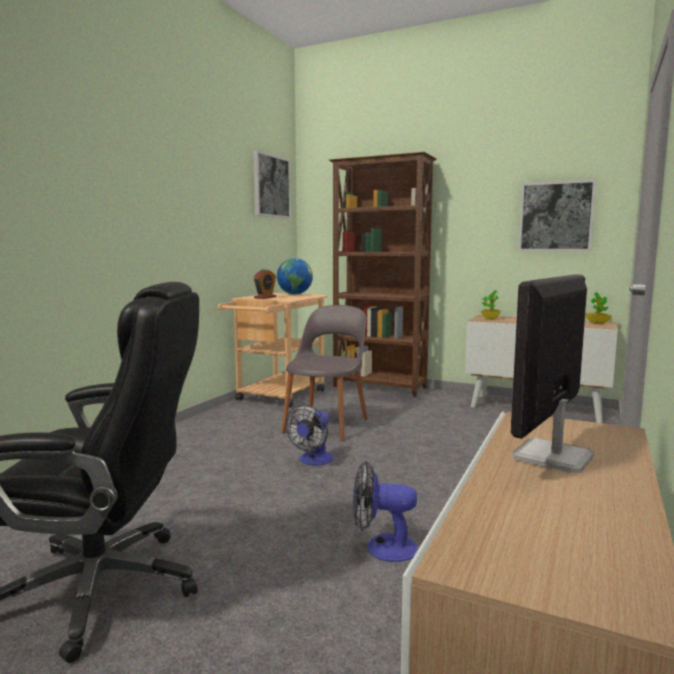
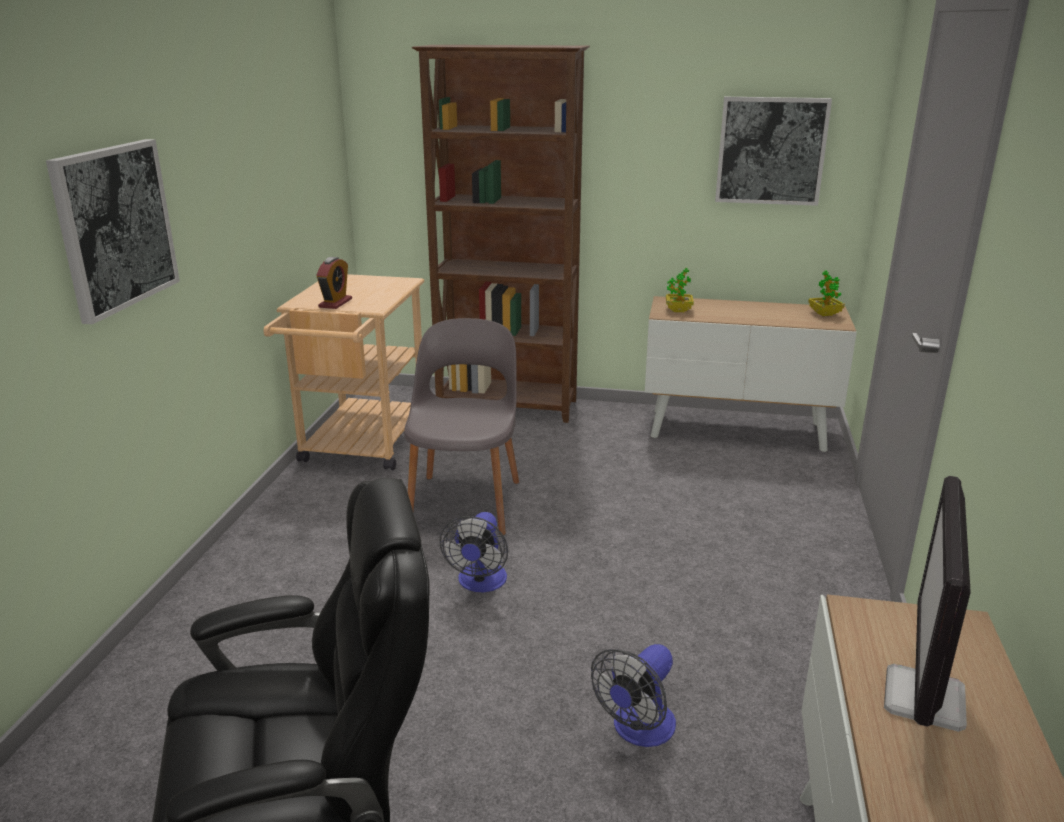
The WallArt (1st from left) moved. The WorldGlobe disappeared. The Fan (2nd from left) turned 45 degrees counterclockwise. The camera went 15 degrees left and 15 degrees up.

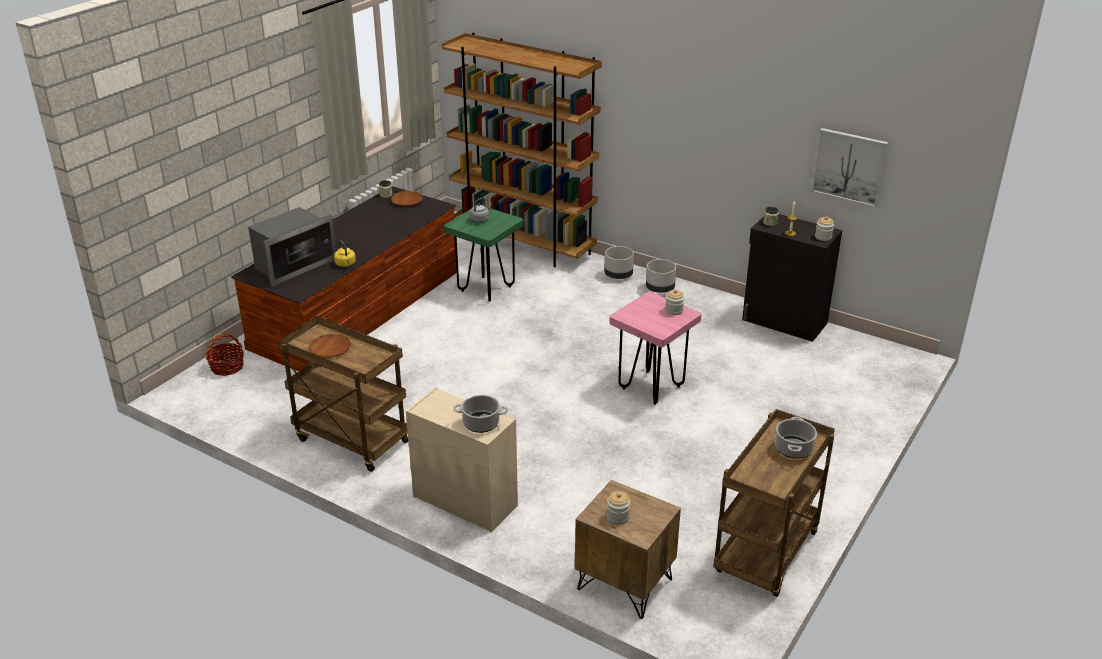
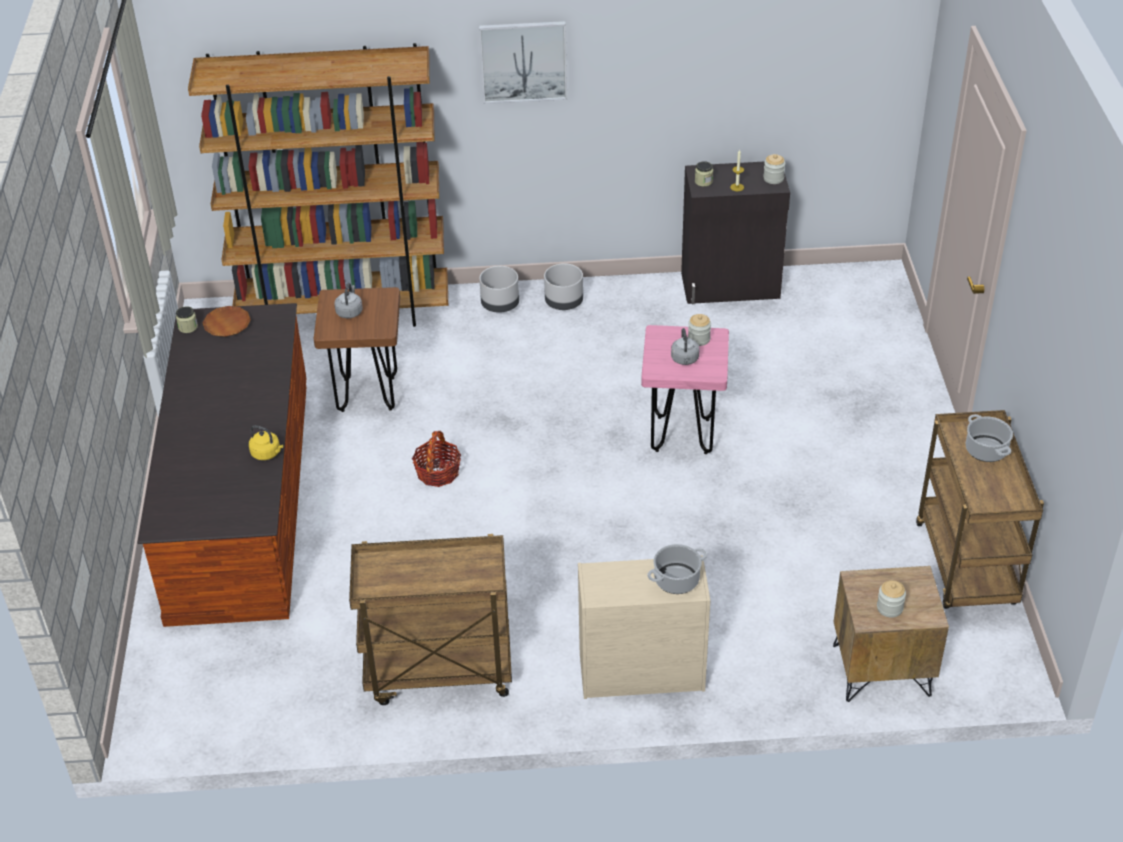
The Basket moved. The KitchenMicrowave disappeared. The BrownColouredPlate (1st from left) disappeared. The GreenStoolSeat became the BrownColouredStoolSeat. The WallArt moved. The GrayWaterKettle (2nd from left) appeared. The camera went 35 degrees left and 10 degrees up.

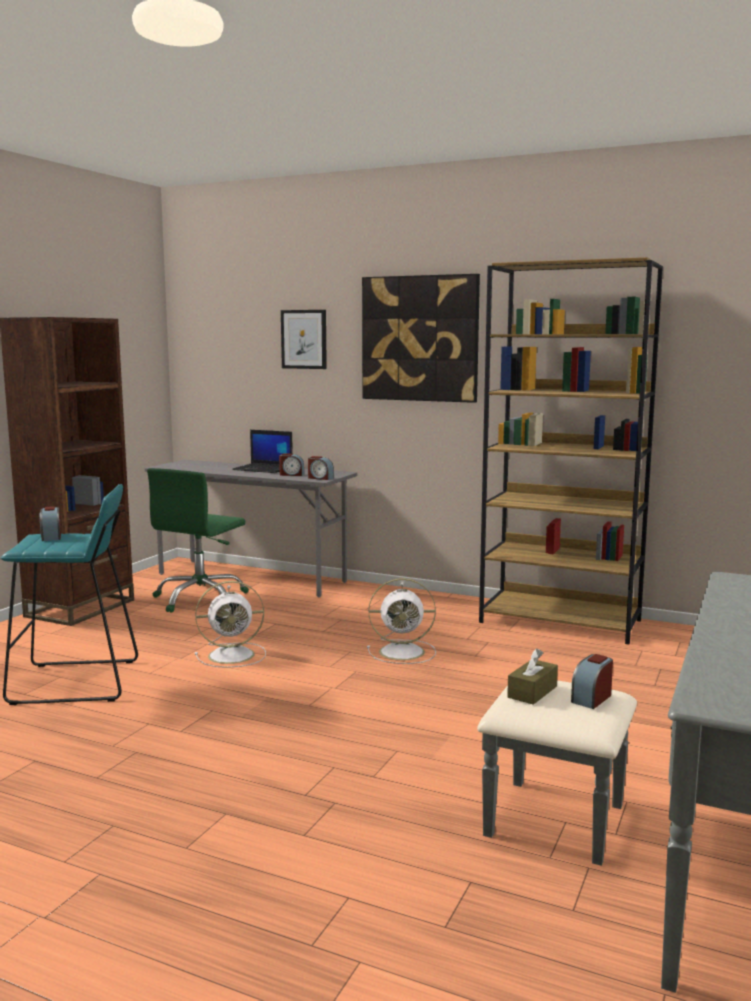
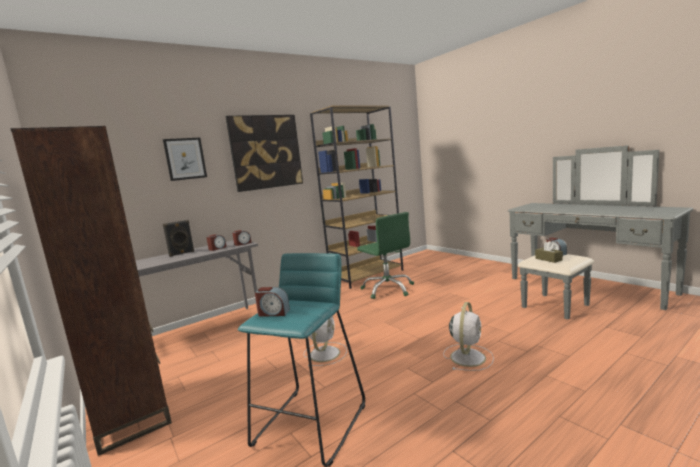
The GreenDeskChair moved. The PortableComputer was replaced by the BlackishLoudspeaker. The WhiteColouredFan (2nd from left) moved. The camera went 60 degrees left and 0 degrees up.

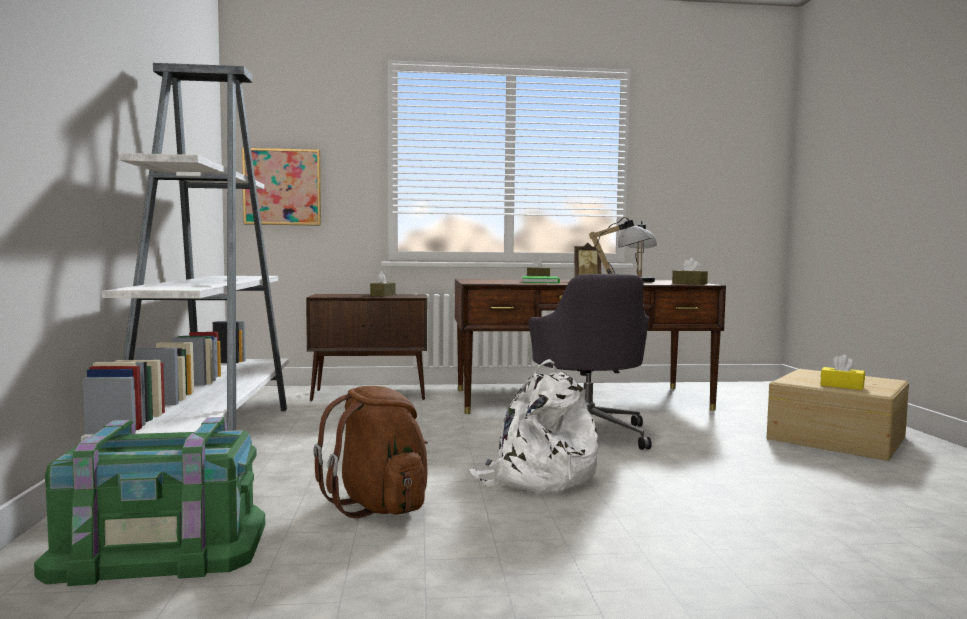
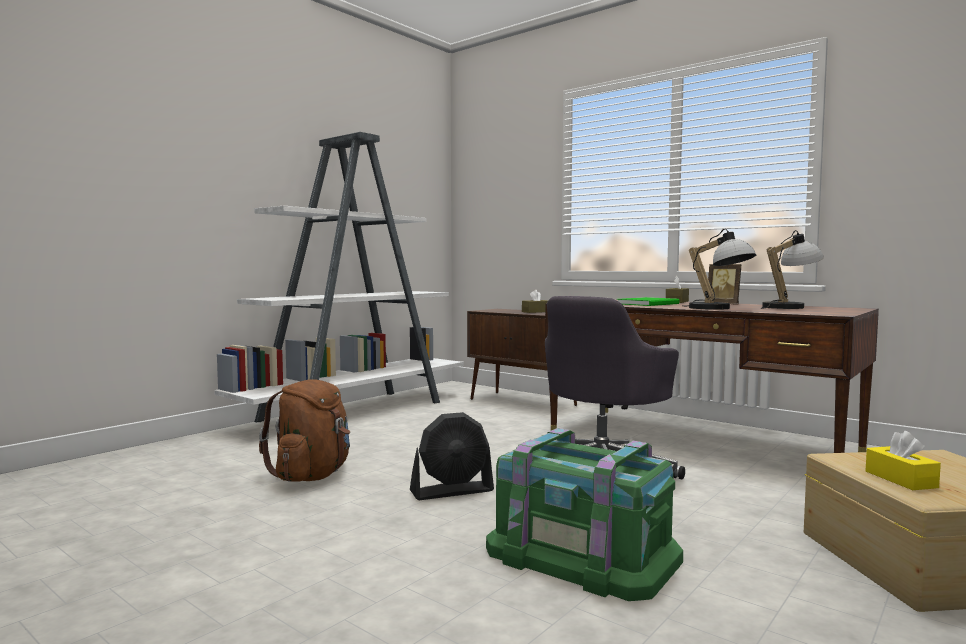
The GreenStorageContainer moved. The WallArt disappeared. The WhiteColouredBackpack was replaced by the BlackishFan. The BrownColouredTissueBox (3rd from left) disappeared. The camera went 45 degrees right and 0 degrees up.

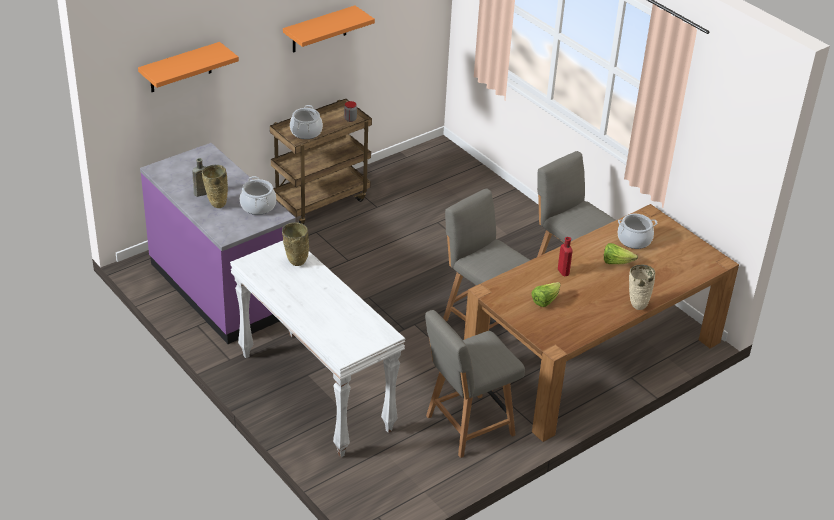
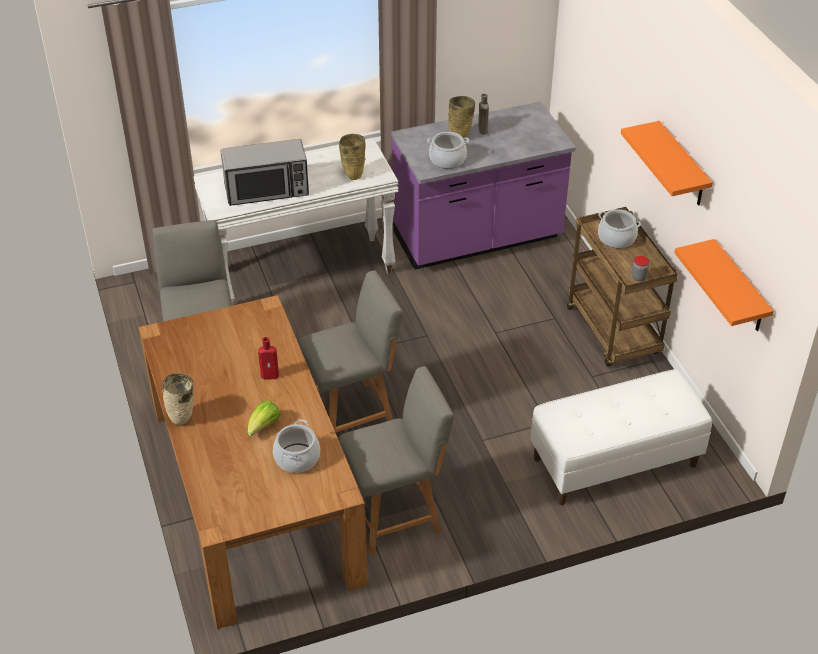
The OrangeShelf (1st from left in the first image) moved. The LettuceHead (1st from left) disappeared. The KitchenMicrowave appeared. The WhiteColouredIndoorBench appeared. The camera went 110 degrees right and 5 degrees up.

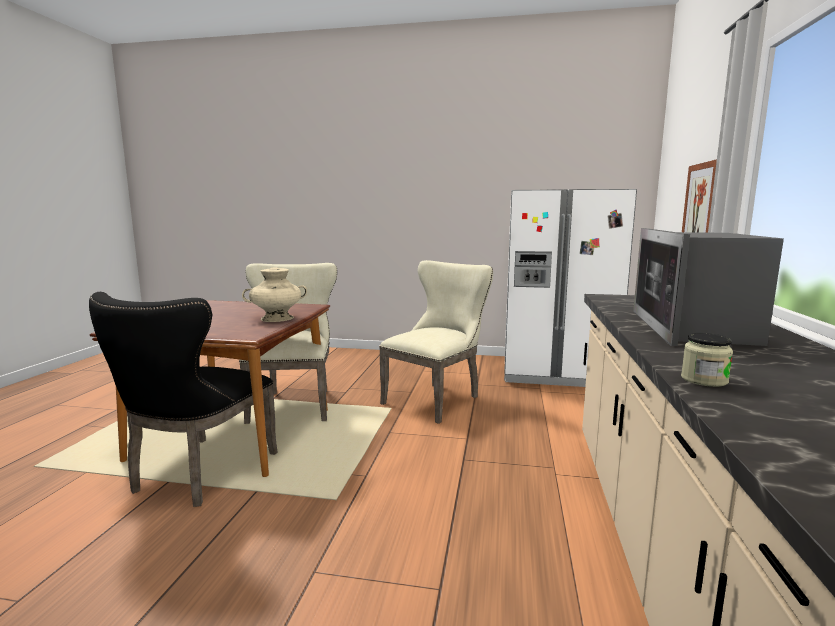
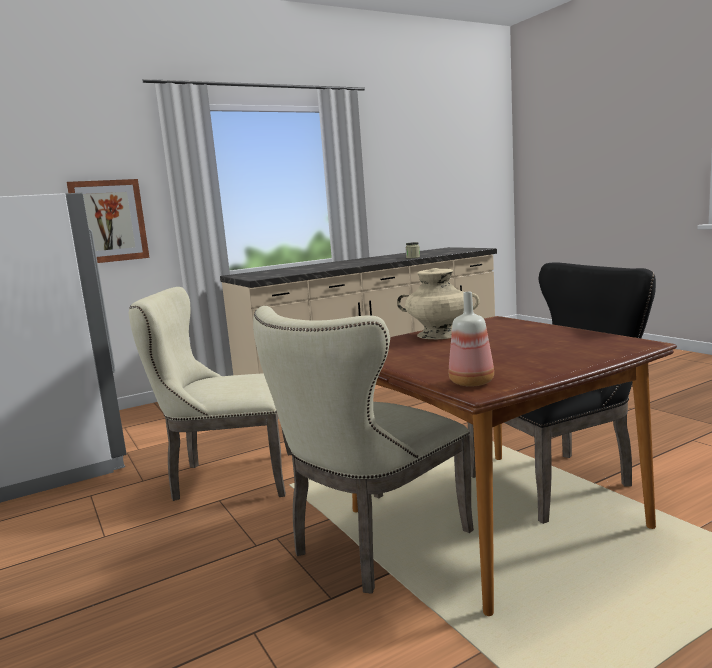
The KitchenMicrowave disappeared. The Bottle appeared. The camera went 130 degrees left and 0 degrees up.

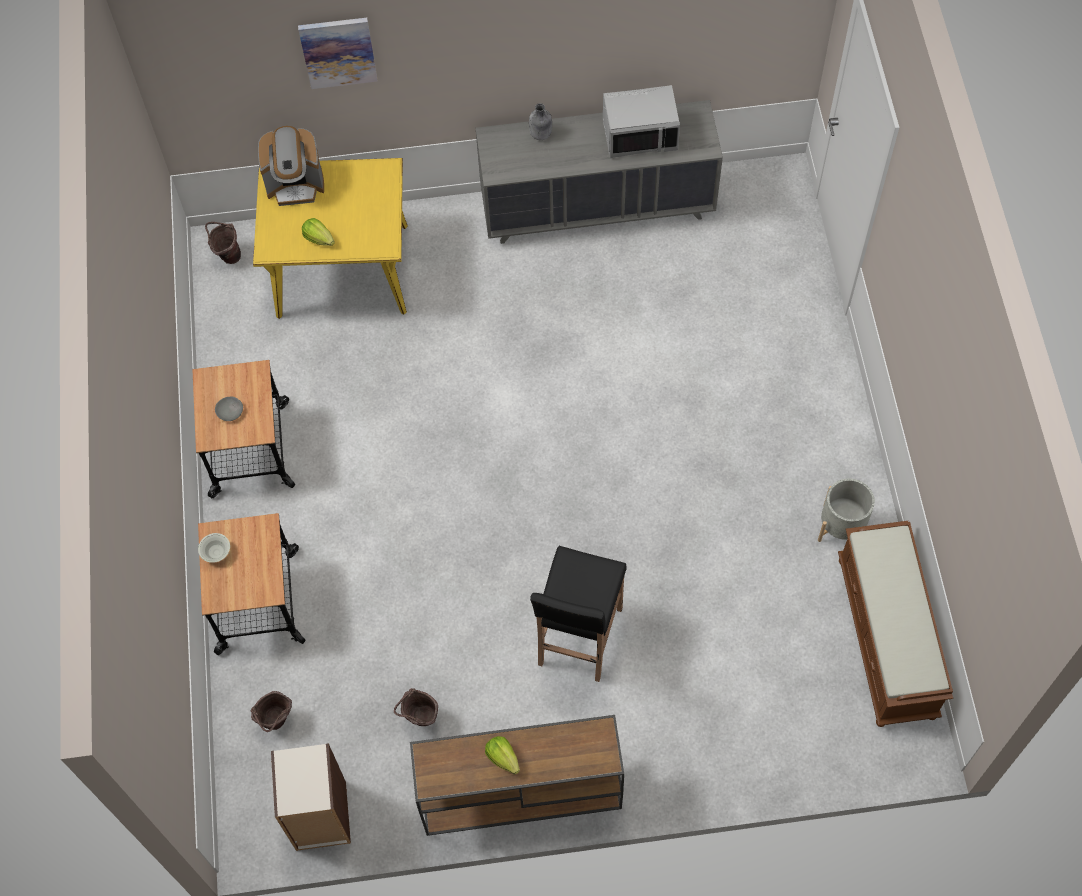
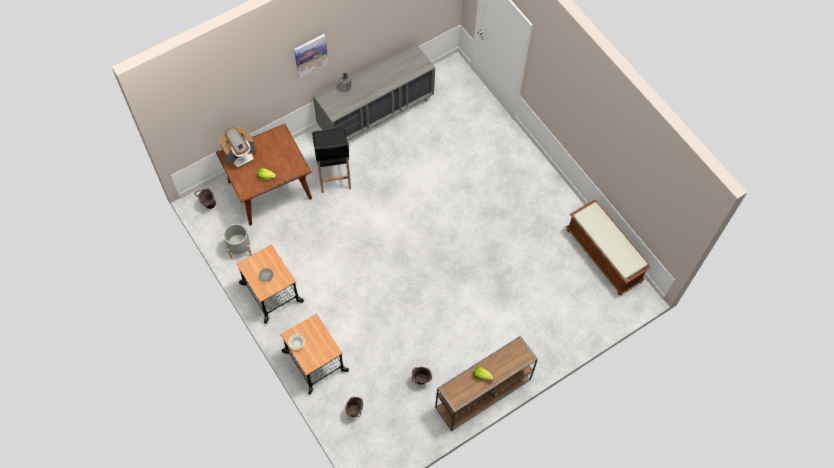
The YellowColouredDiningTable became the BrownColouredDiningTable. The Bookshelf disappeared. The WallArt moved. The BlackishStoolSeat moved. The GrayKitchenMicrowave disappeared. The GrayPlantPot moved. The camera went 30 degrees left and 0 degrees up.

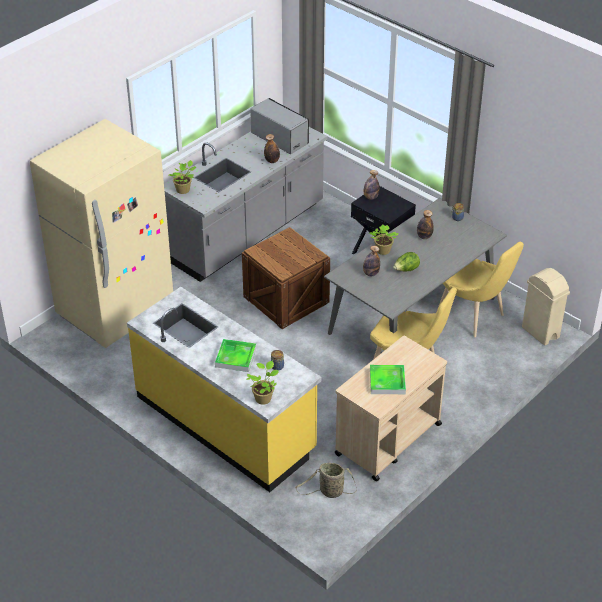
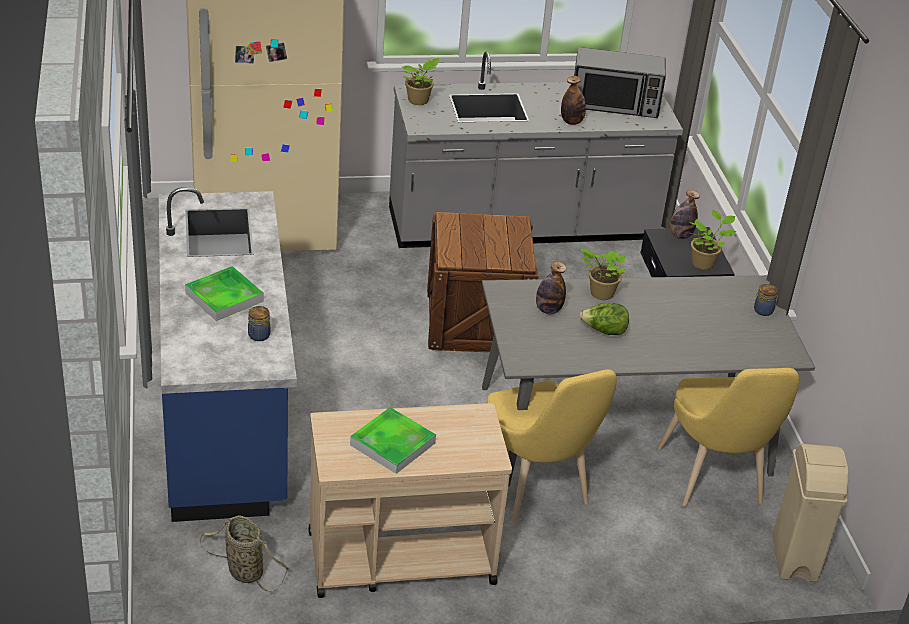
The YellowColouredCounter became the BluishCounter. The PlantInAPot (2nd from left in the first image) moved. The KitchenMicrowave turned 105 degrees clockwise. The Bottle (4th from left) disappeared. The camera went 35 degrees right and 5 degrees down.

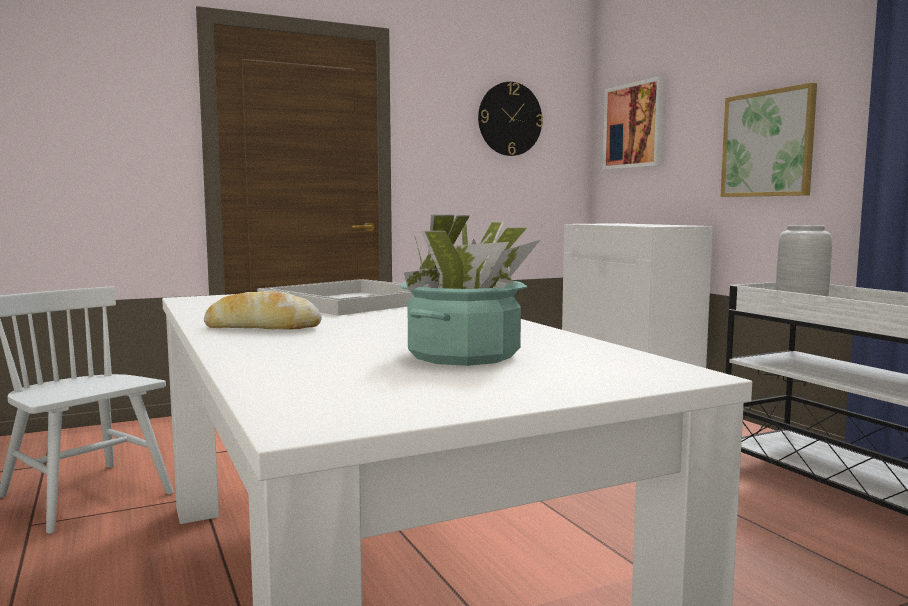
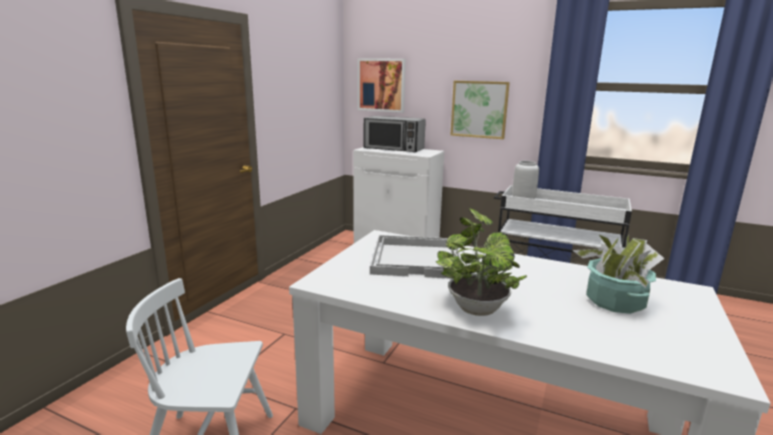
The BakeryBread was replaced by the PlantInAPot (1st from left). The HangingClock disappeared. The KitchenMicrowave appeared. The camera went 40 degrees left and 10 degrees up.

